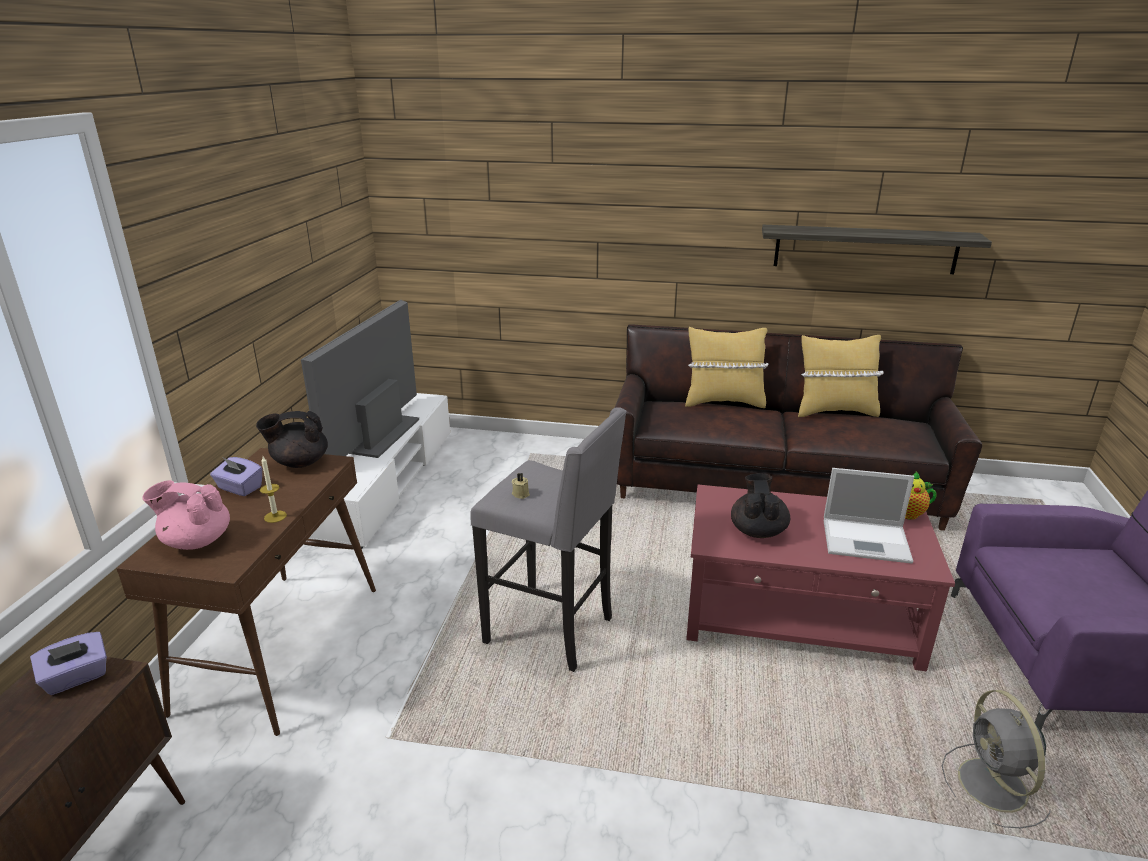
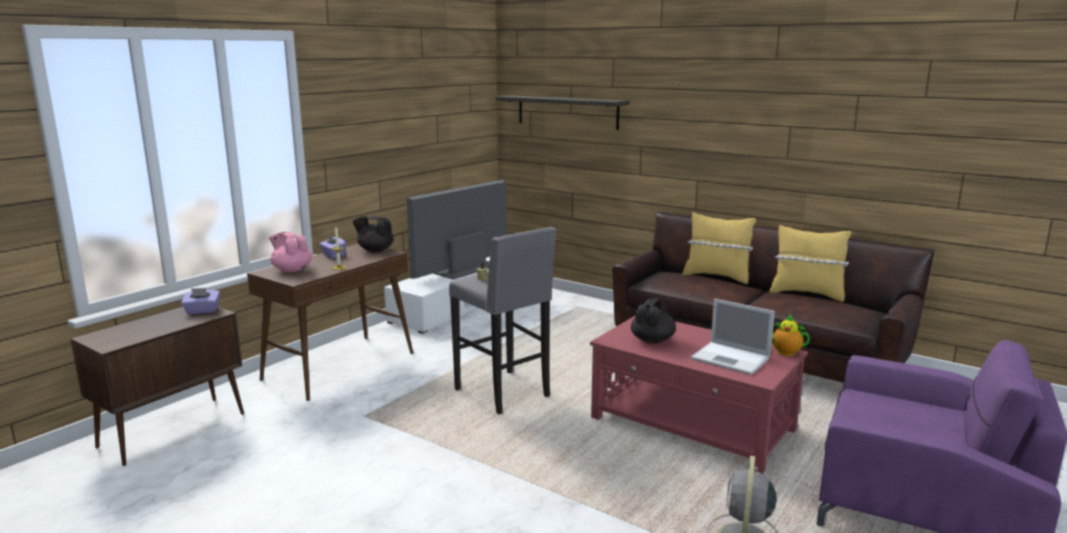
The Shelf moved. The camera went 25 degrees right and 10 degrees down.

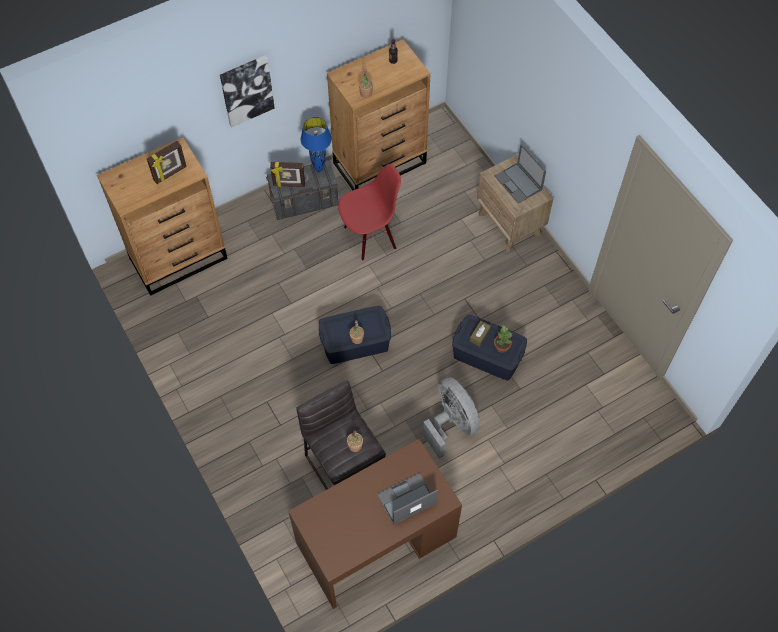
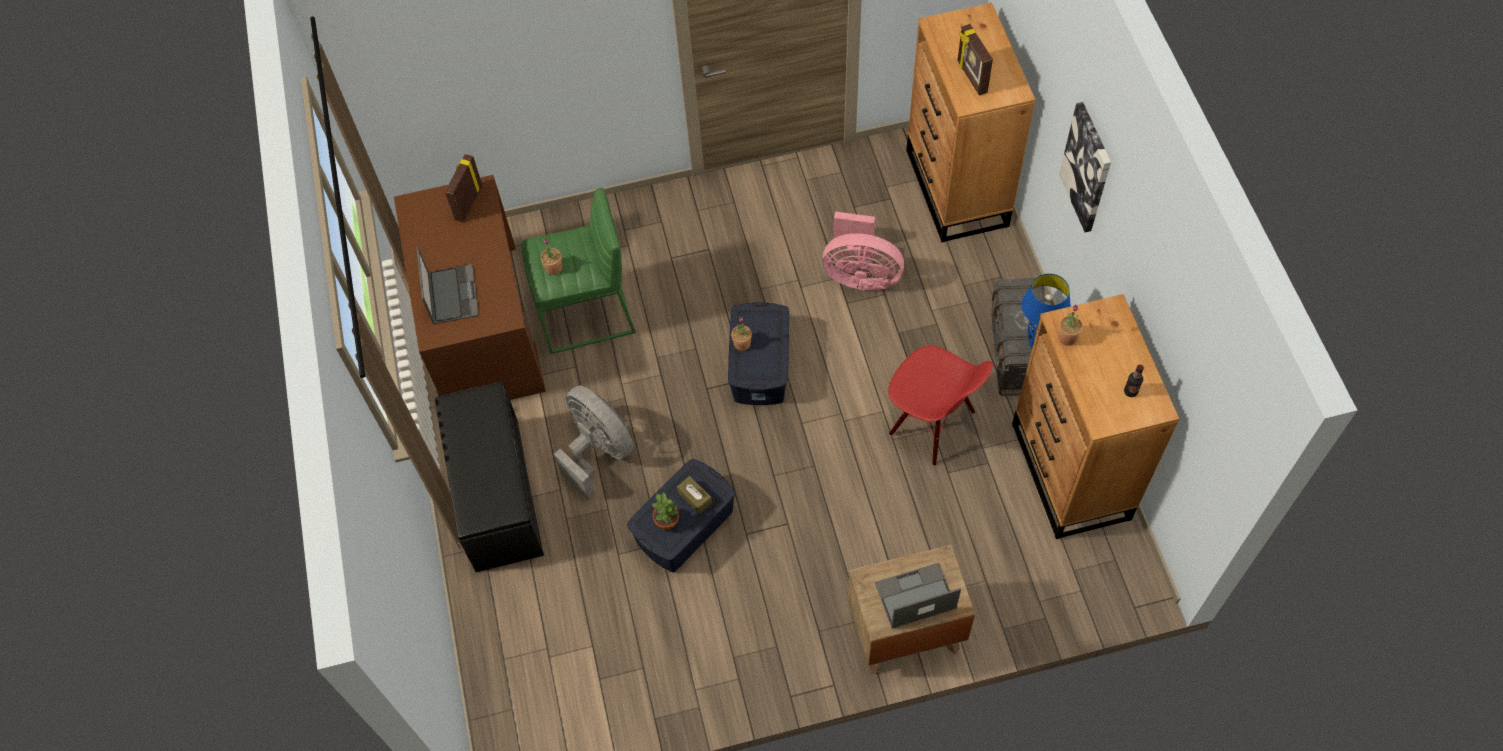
The PhotoFrame (2nd from left in the first image) moved. The GrayStoolSeat became the GreenStoolSeat. The RedColouredUprightChair turned 45 degrees counterclockwise. The GrayFan turned 120 degrees counterclockwise. The BlackishIndoorBench appeared. The PinkColouredFan appeared. The camera went 110 degrees right and 0 degrees up.

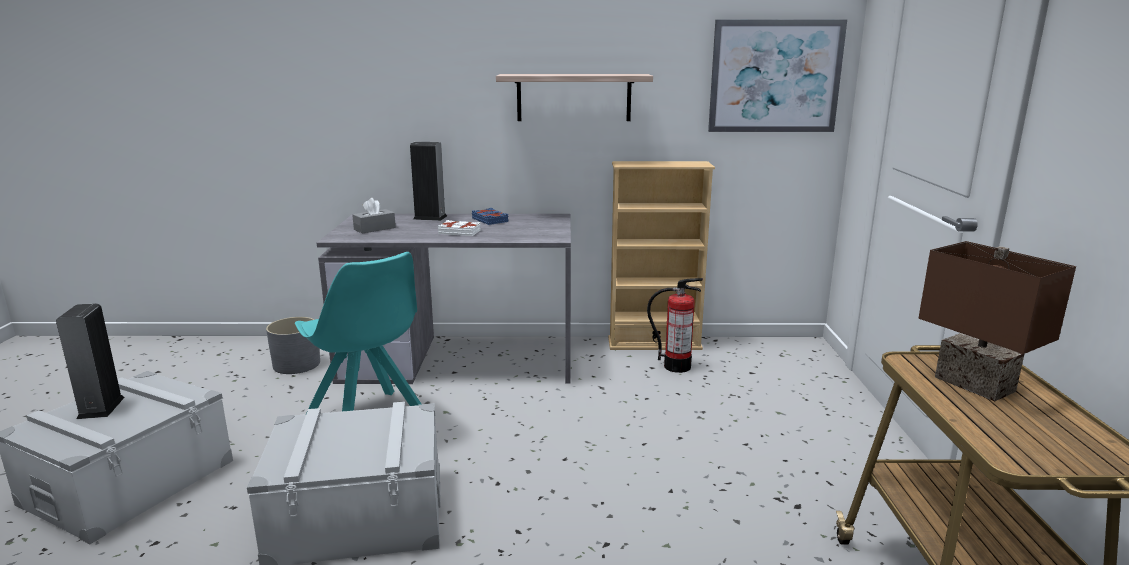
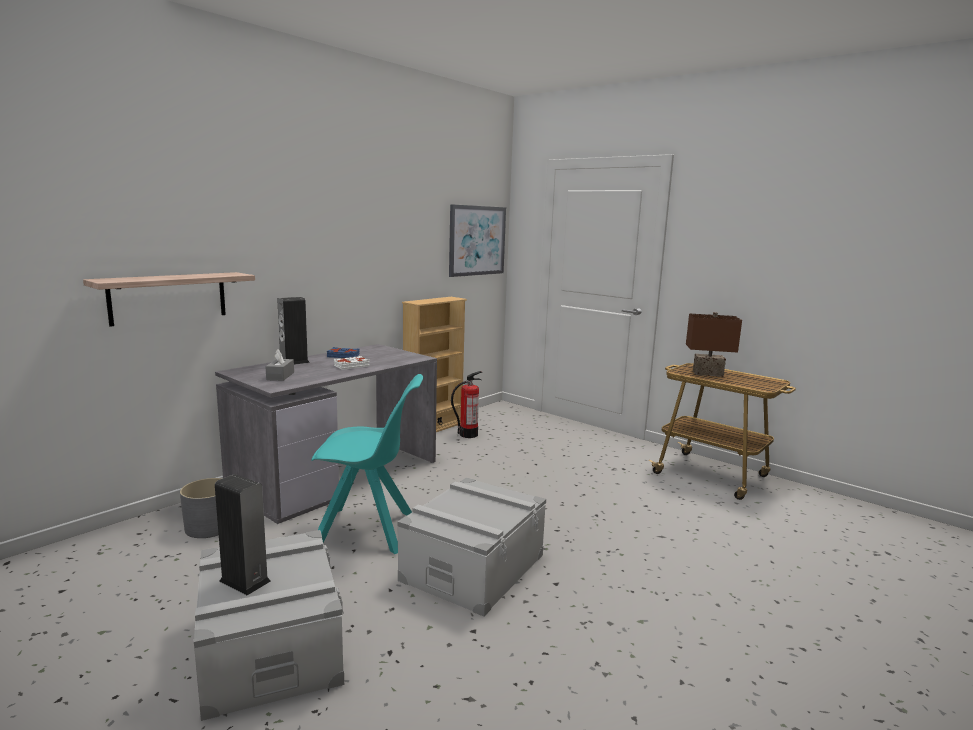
The Shelf moved. The camera went 50 degrees left and 5 degrees down.

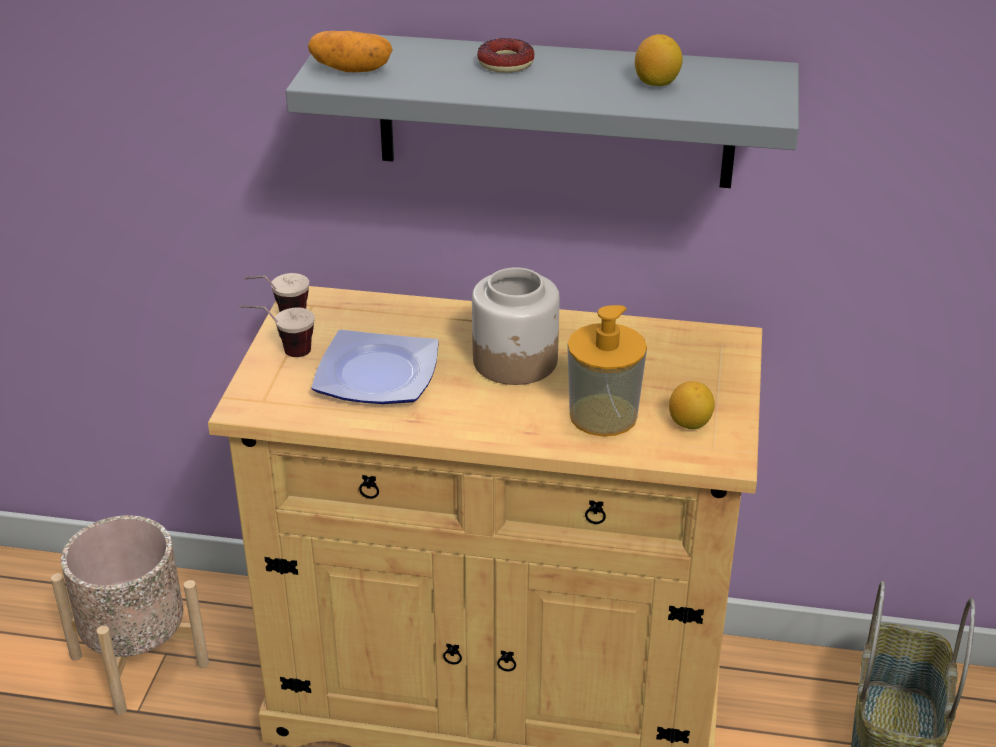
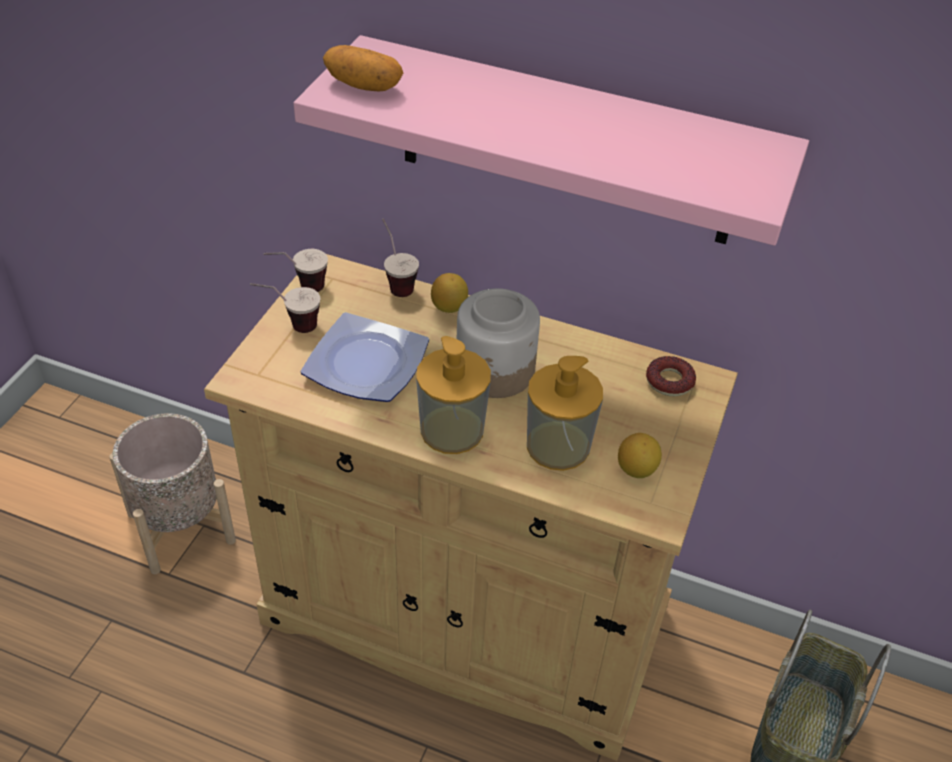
The GrayShelf became the PinkColouredShelf. The RingDoughnut moved. The CitrusFruit (1st from left) moved. The SmallCup (3rd from left) appeared. The SoapDispenser (1st from left) appeared. The camera went 10 degrees right and 10 degrees up.

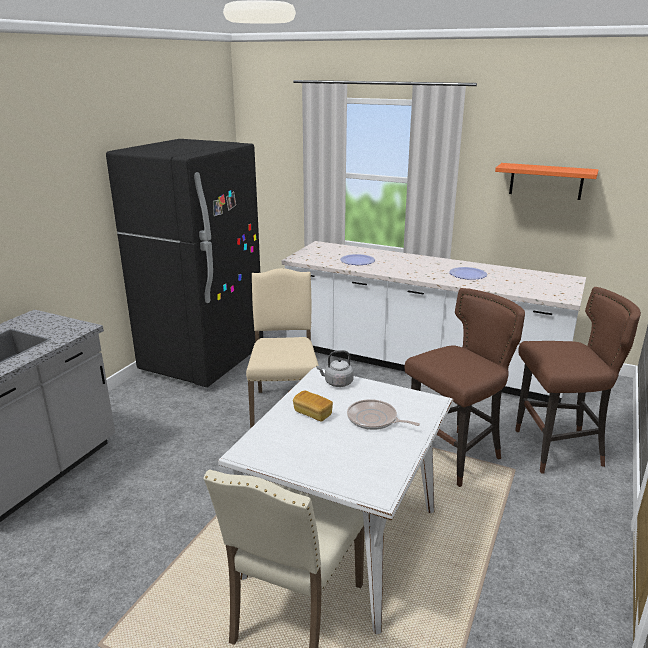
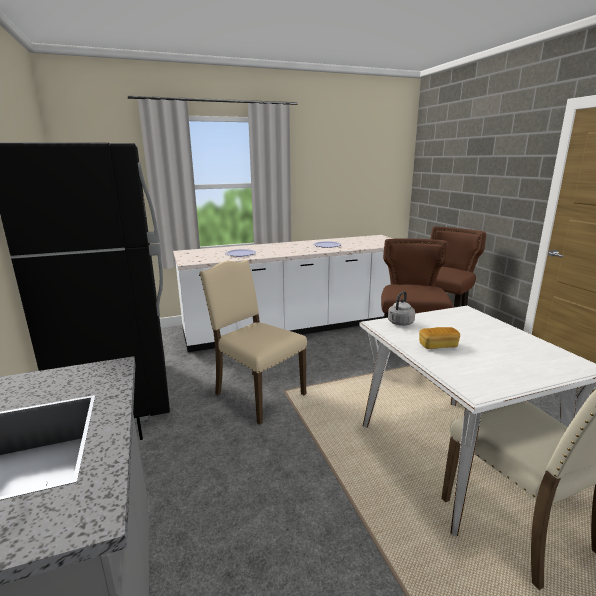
The Pan disappeared. The OrangeShelf disappeared. The camera went 45 degrees left and 5 degrees down.

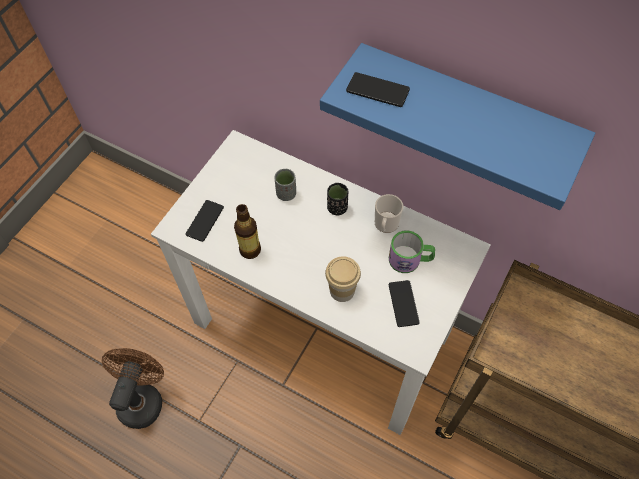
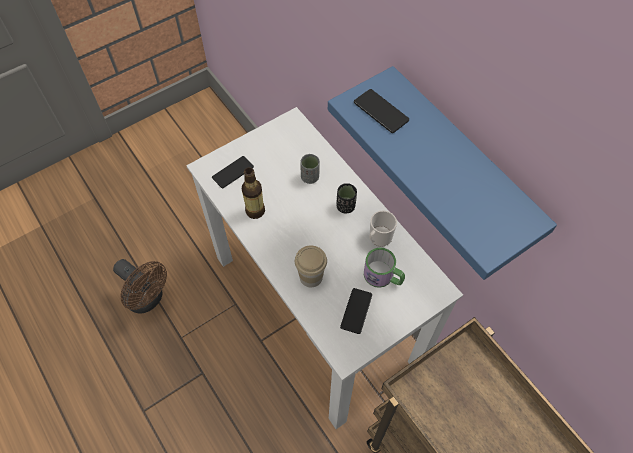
The BrownColouredFan turned 90 degrees clockwise. The camera went 25 degrees right and 0 degrees up.

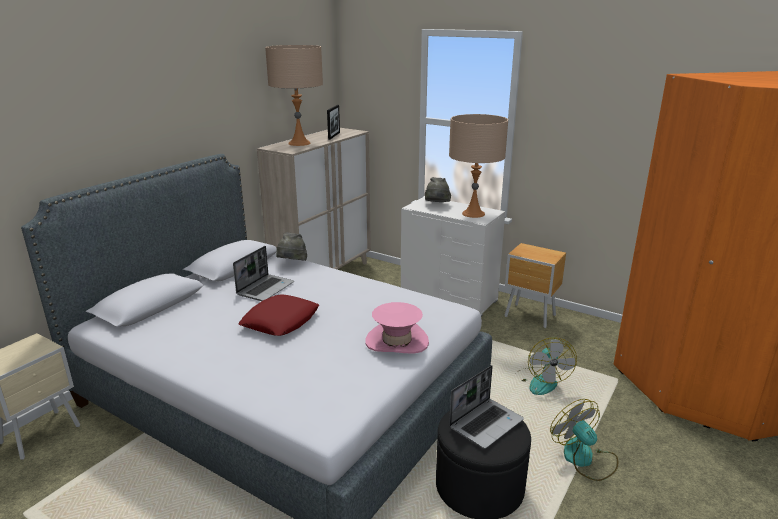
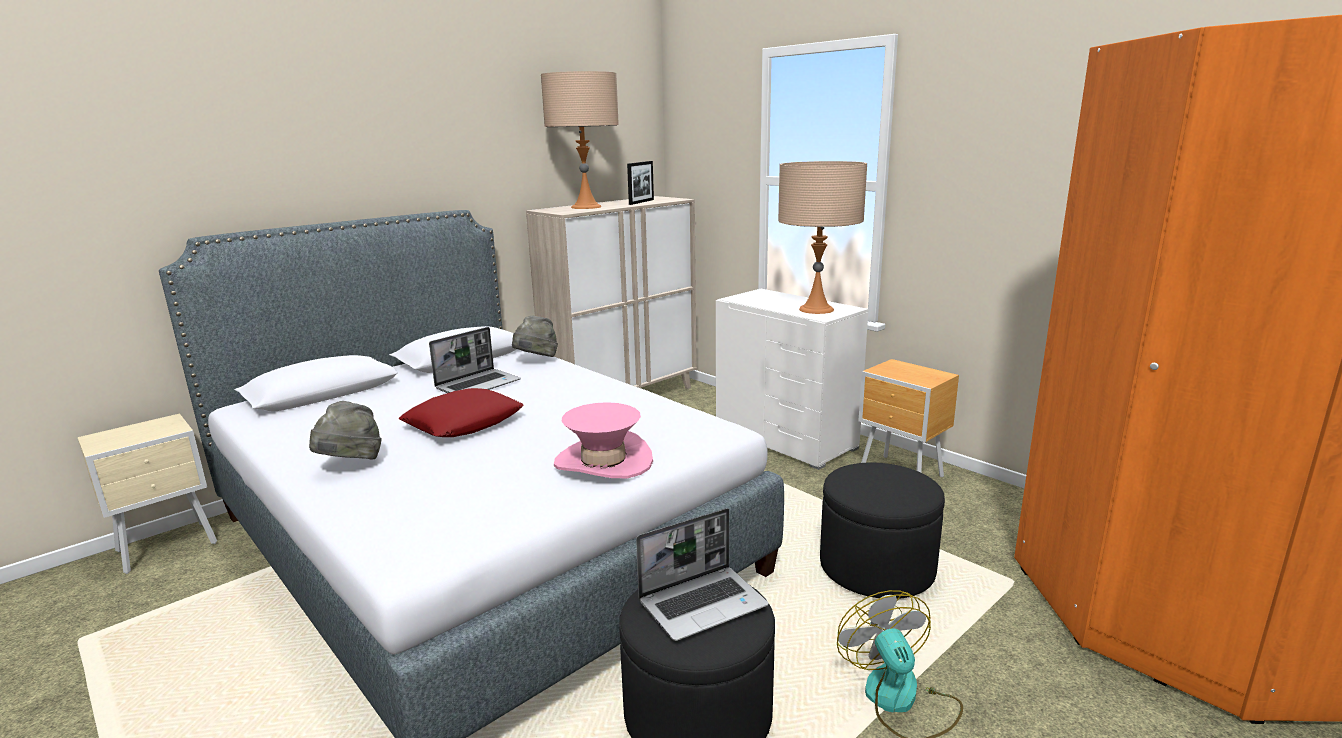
The GrayHat (2nd from left in the first image) moved. The Fan (1st from left) was replaced by the BlackishPouffe (2nd from left). The camera went 15 degrees right and 5 degrees down.

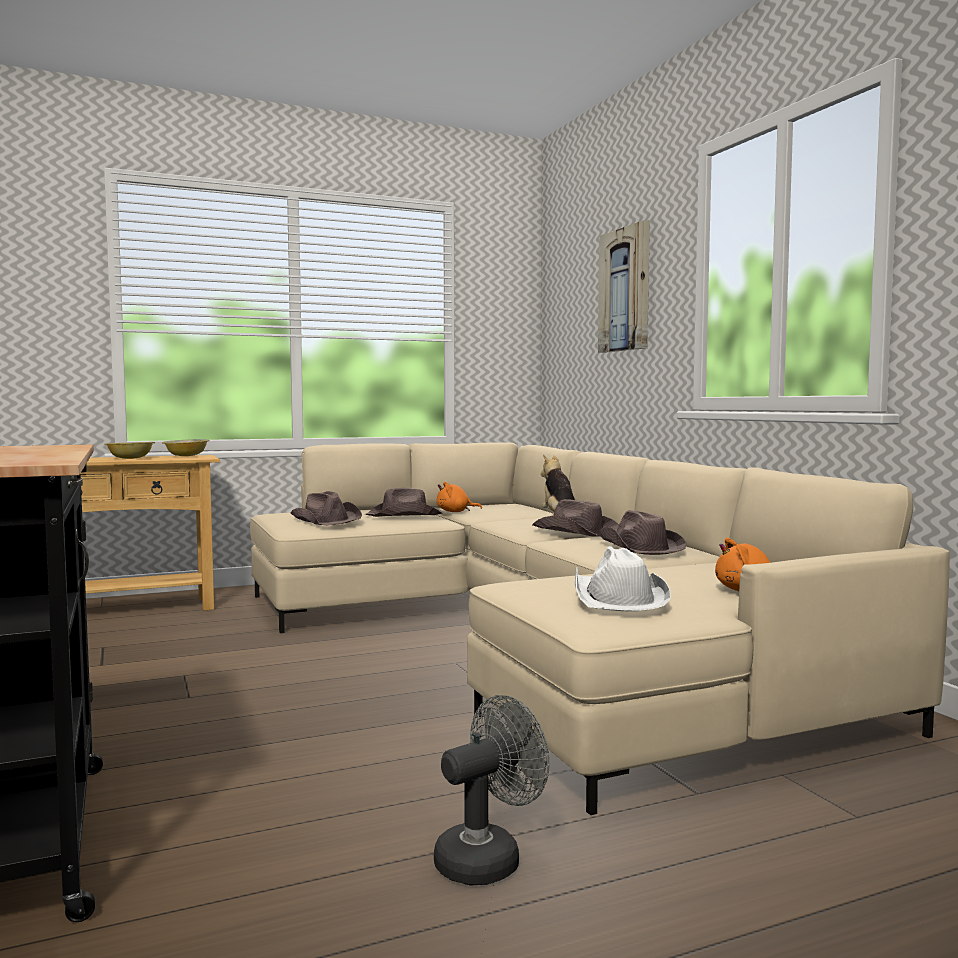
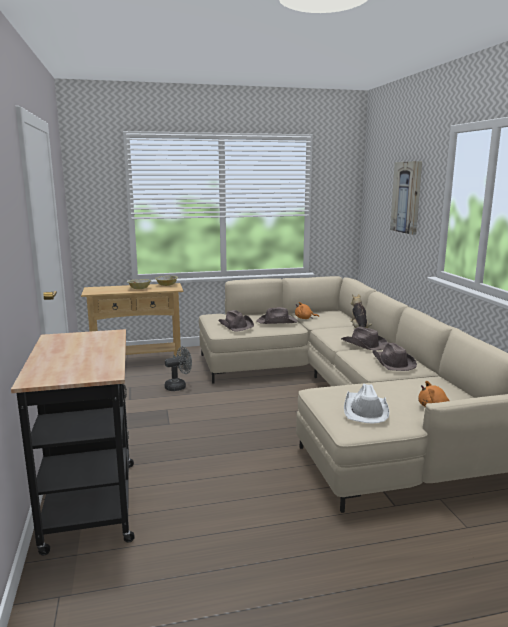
The GrayFan moved. The camera went 10 degrees right and 10 degrees up.

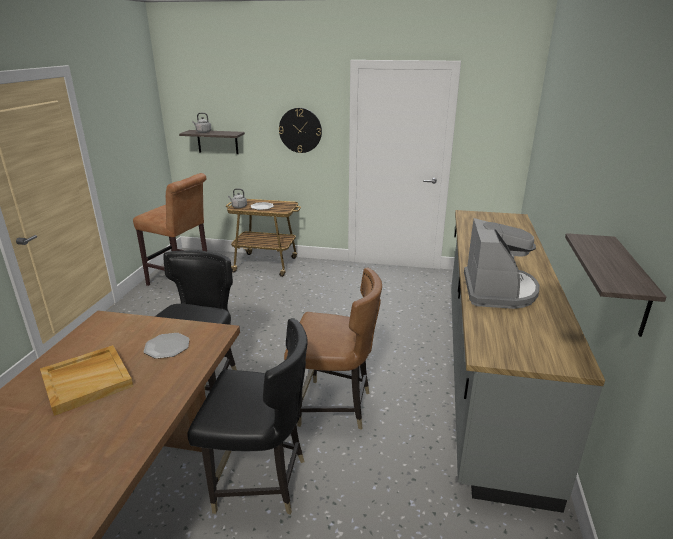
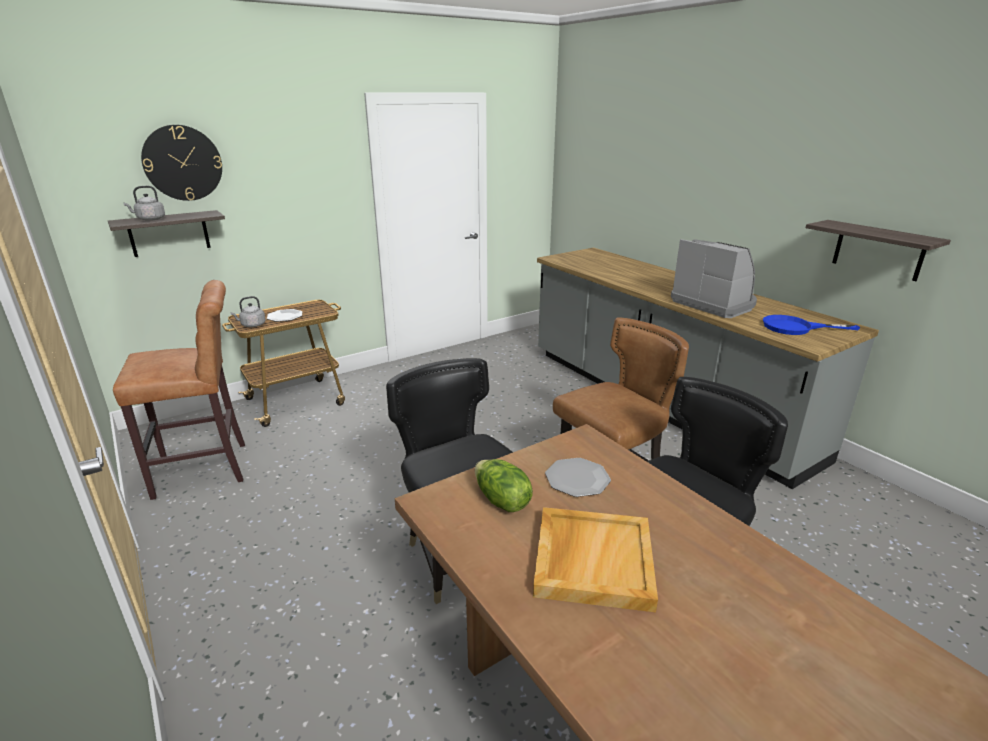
The HangingClock moved. The LettuceHead appeared. The BluishPan appeared. The camera went 45 degrees left and 0 degrees up.

